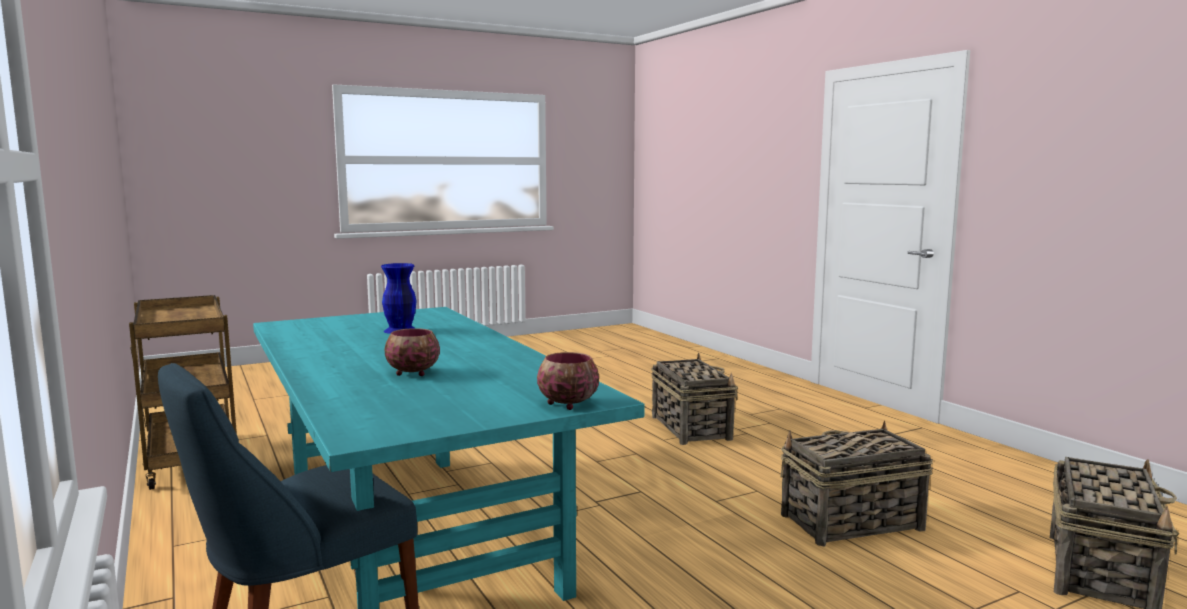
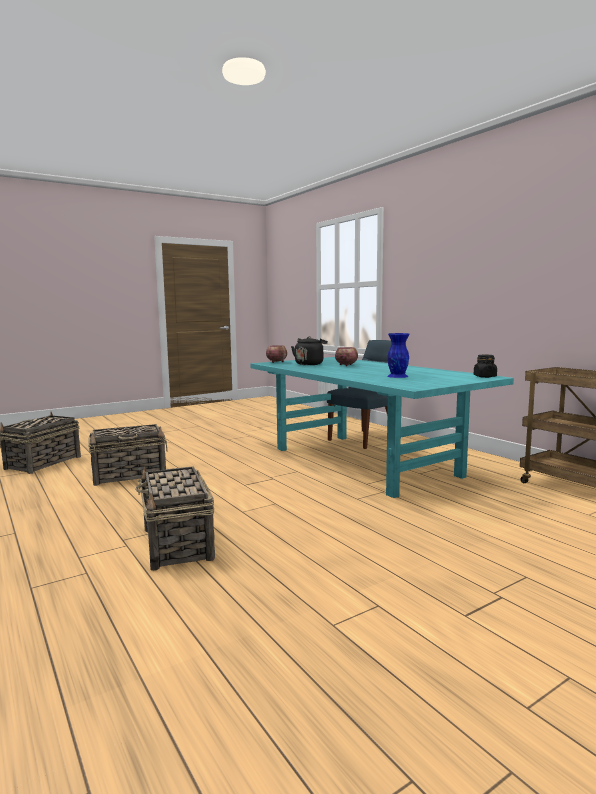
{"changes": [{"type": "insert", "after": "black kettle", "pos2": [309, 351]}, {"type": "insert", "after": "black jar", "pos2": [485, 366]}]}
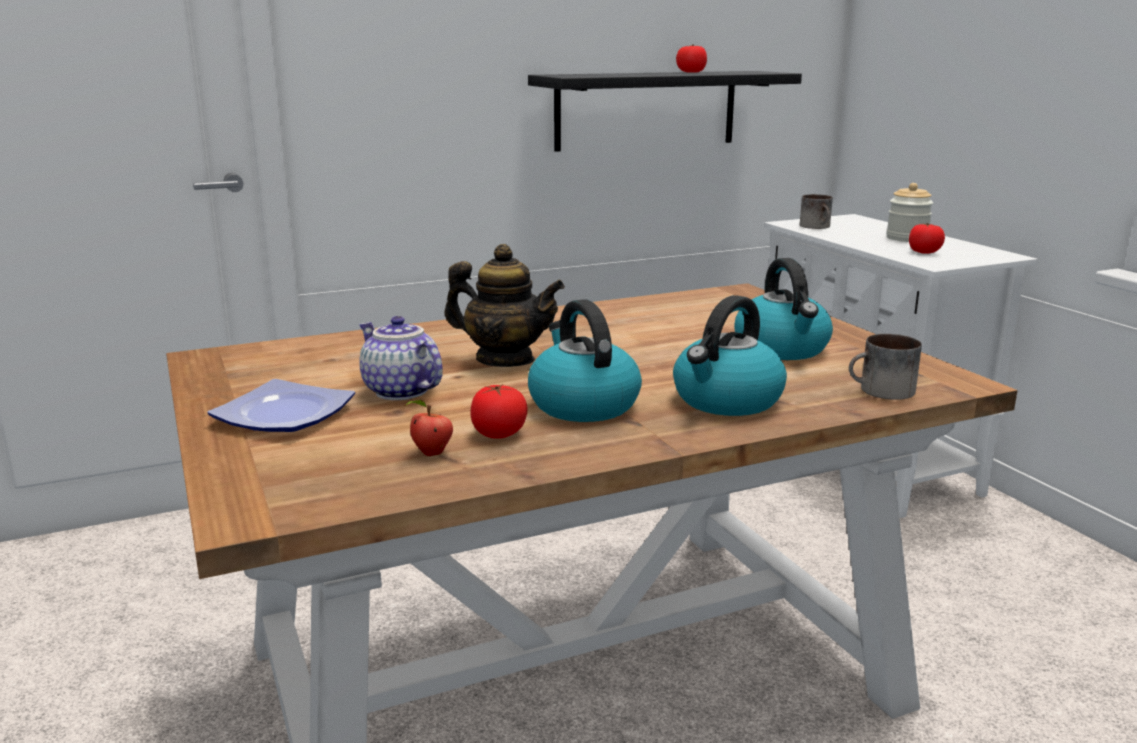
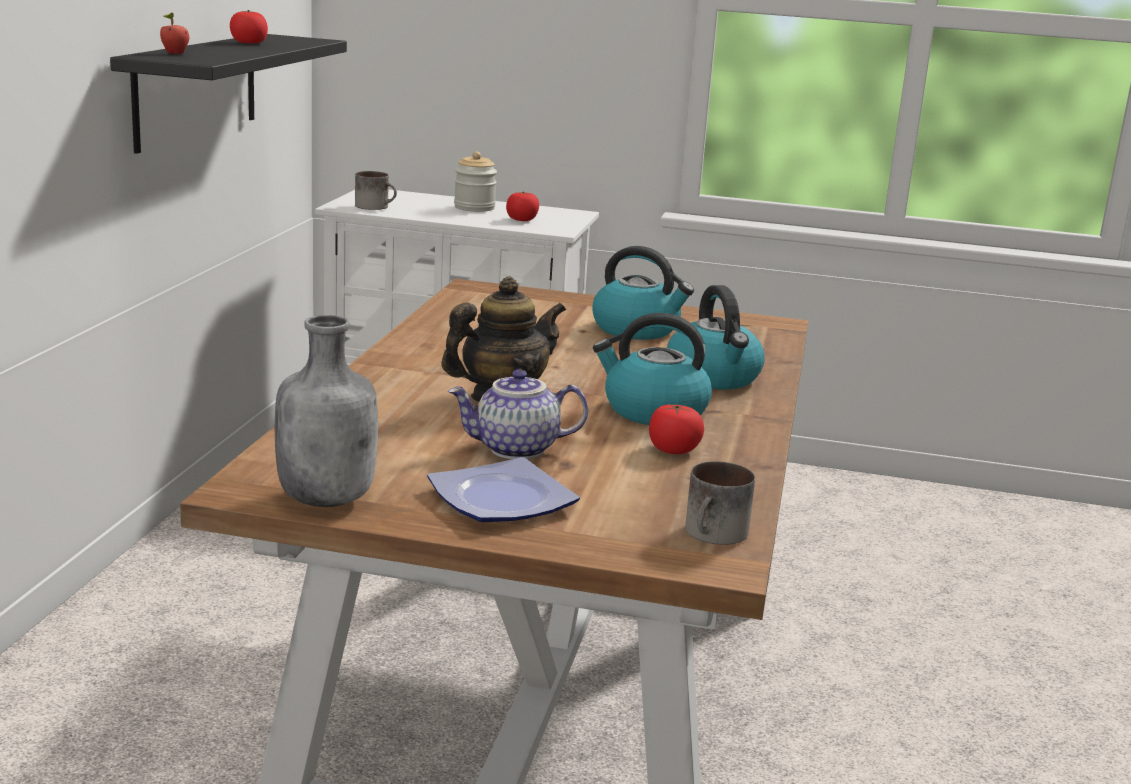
{"changes": [{"type": "move", "before": "apple", "pos1": [428, 428], "pos2": [174, 33]}, {"type": "move", "before": "mug", "pos1": [885, 367], "pos2": [720, 503]}, {"type": "insert", "after": "grey bottle", "pos2": [326, 411]}]}
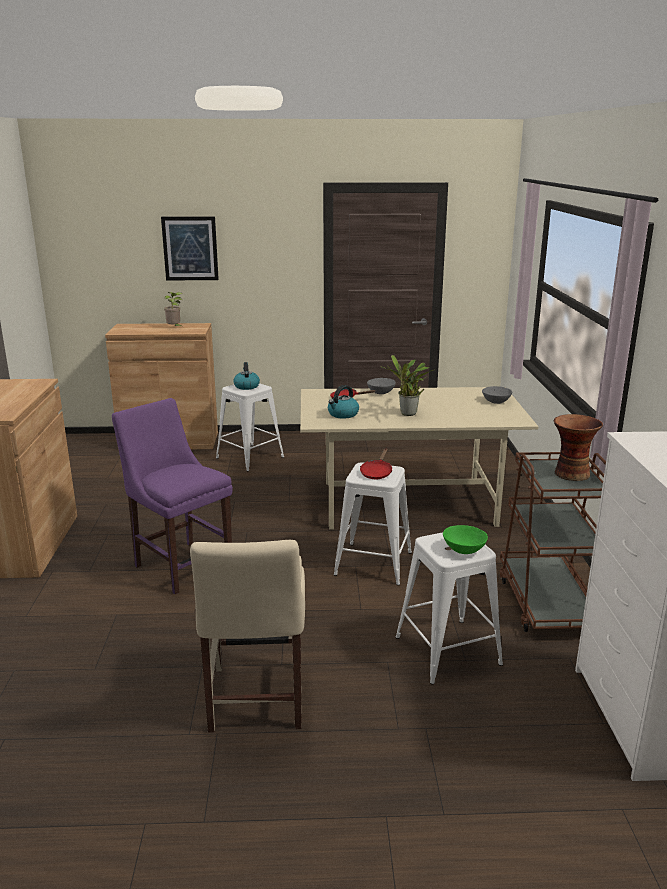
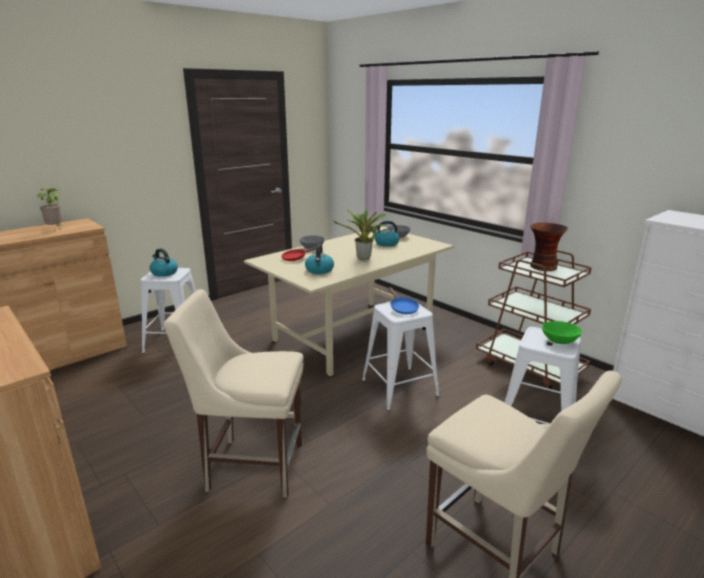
{"changes": [{"type": "recolor", "before": "purple chair", "after": "beige chair", "pos1": [172, 496], "pos2": [233, 393]}, {"type": "delete", "before": "picture", "pos1": [190, 248]}, {"type": "recolor", "before": "red frying pan", "after": "blue frying pan", "pos1": [376, 464], "pos2": [404, 300]}, {"type": "insert", "after": "kettle", "pos2": [385, 234]}]}
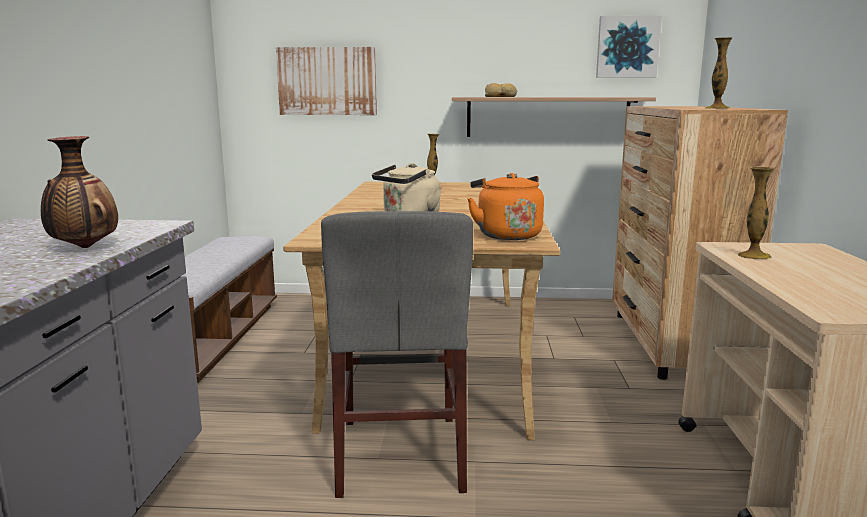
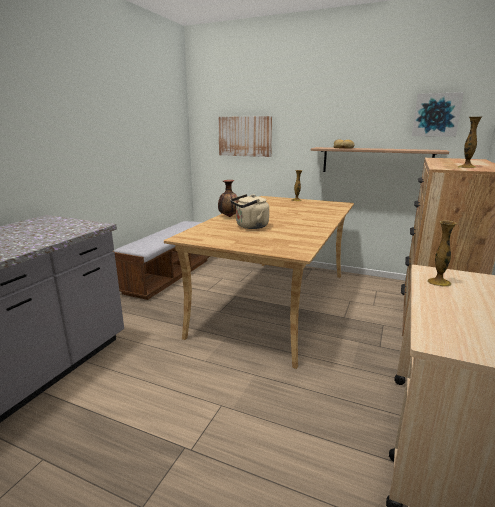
{"changes": [{"type": "move", "before": "vase", "pos1": [79, 192], "pos2": [228, 198]}, {"type": "delete", "before": "grey chair", "pos1": [397, 354]}, {"type": "delete", "before": "orange kettle", "pos1": [505, 206]}]}
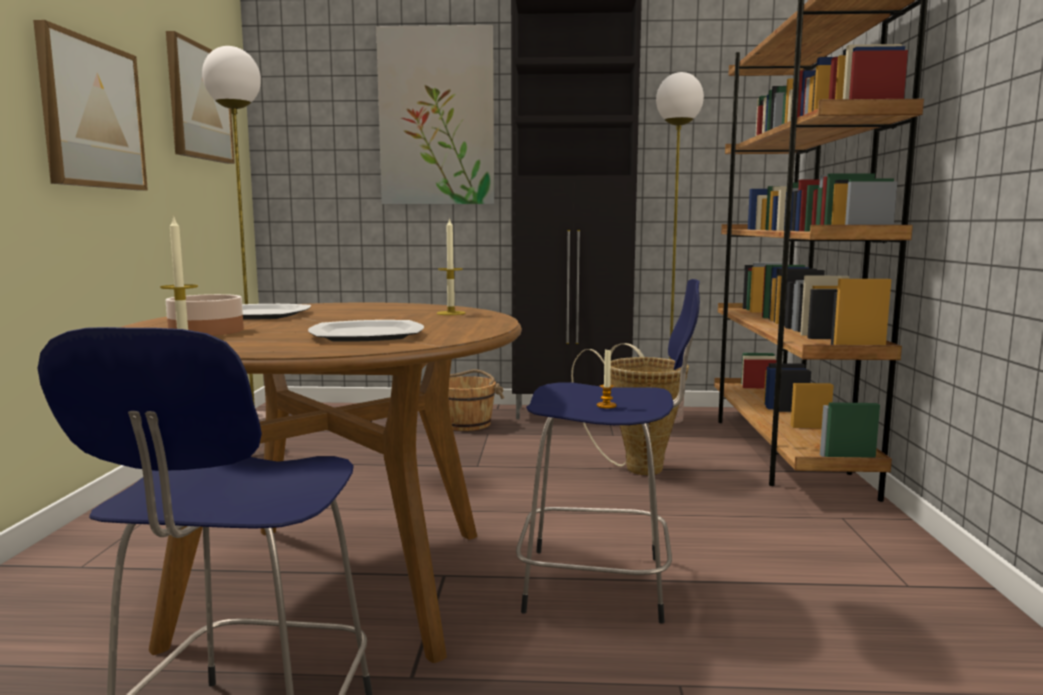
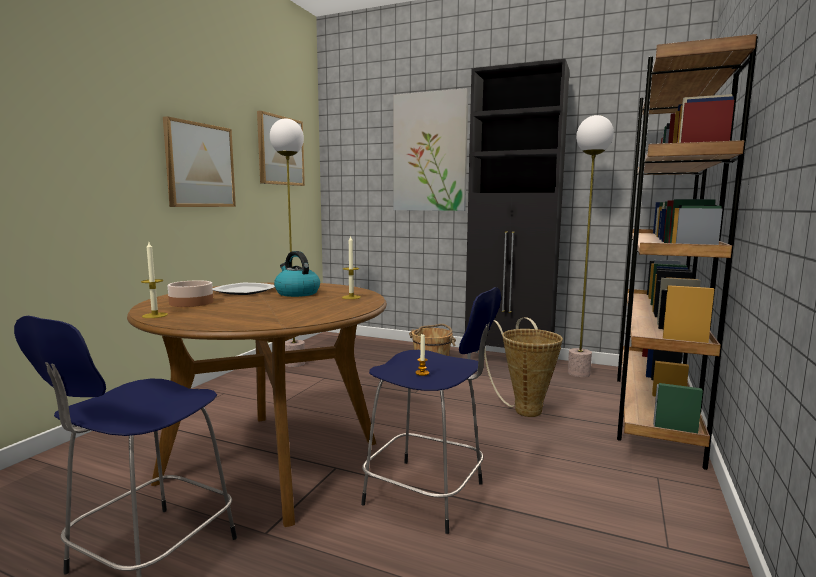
{"changes": [{"type": "delete", "before": "plate", "pos1": [366, 331]}, {"type": "insert", "after": "kettle", "pos2": [297, 274]}]}
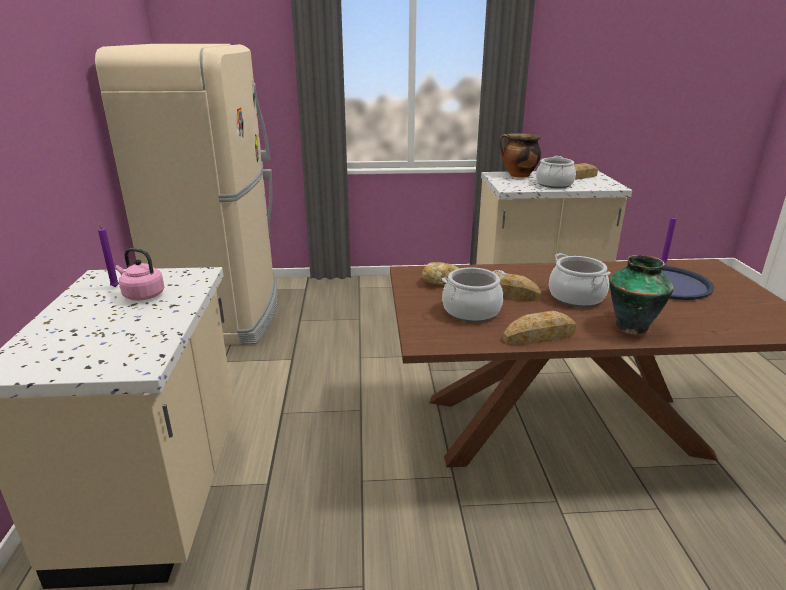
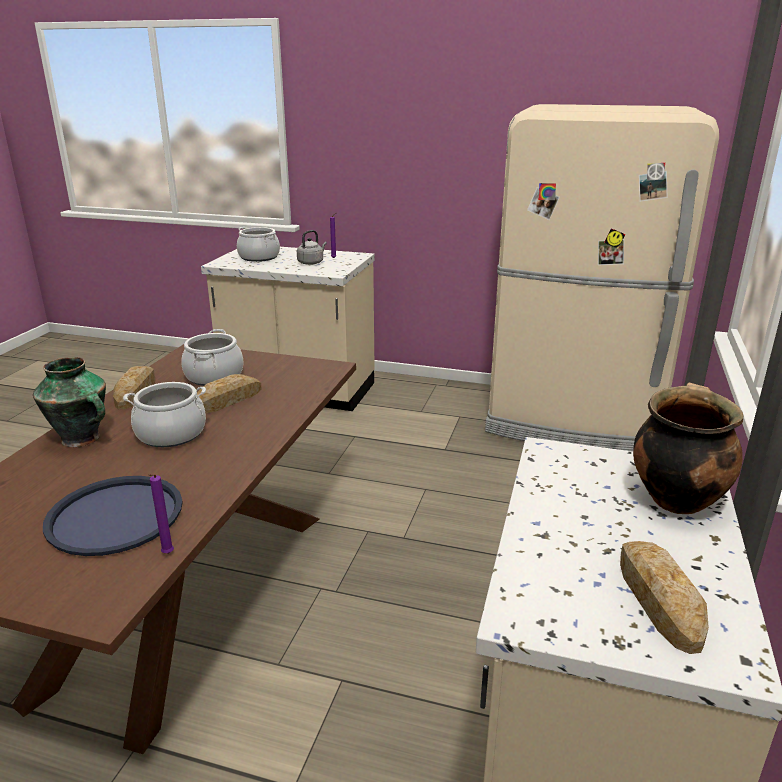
{"changes": [{"type": "recolor", "before": "pink kettle", "after": "grey kettle", "pos1": [139, 274], "pos2": [312, 247]}, {"type": "delete", "before": "bread", "pos1": [440, 273]}, {"type": "move", "before": "cooking pot", "pos1": [556, 172], "pos2": [258, 244]}]}
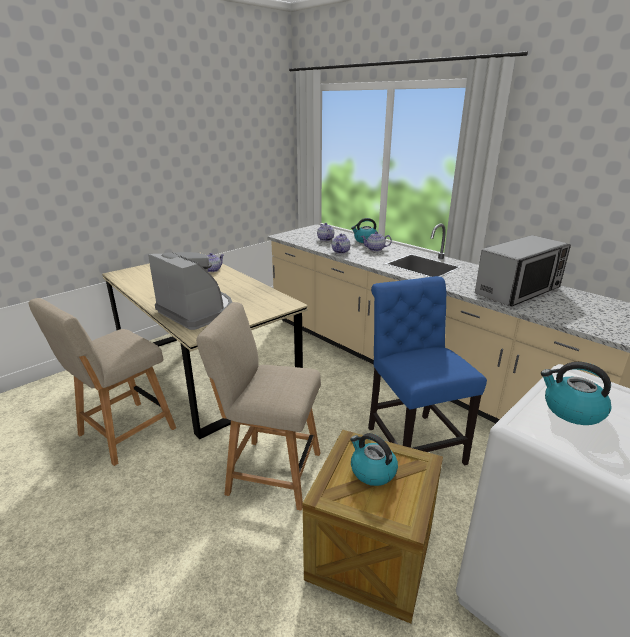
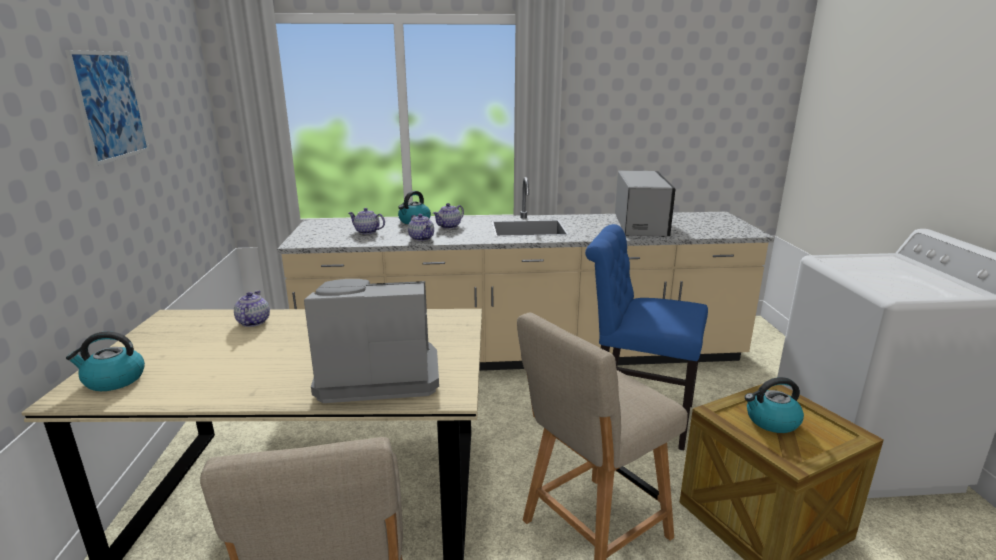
{"changes": [{"type": "move", "before": "kettle", "pos1": [576, 393], "pos2": [105, 361]}, {"type": "insert", "after": "picture", "pos2": [107, 108]}]}
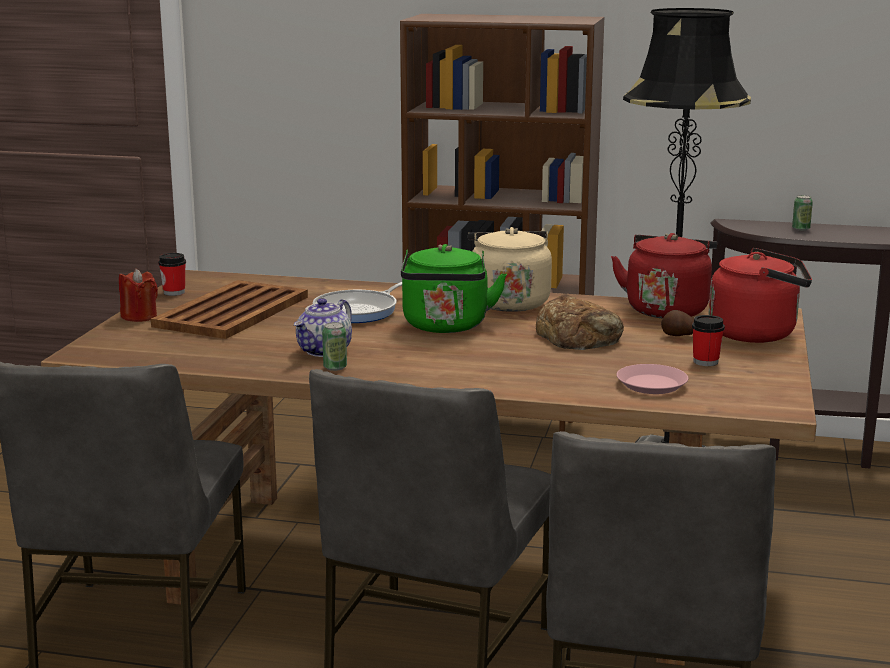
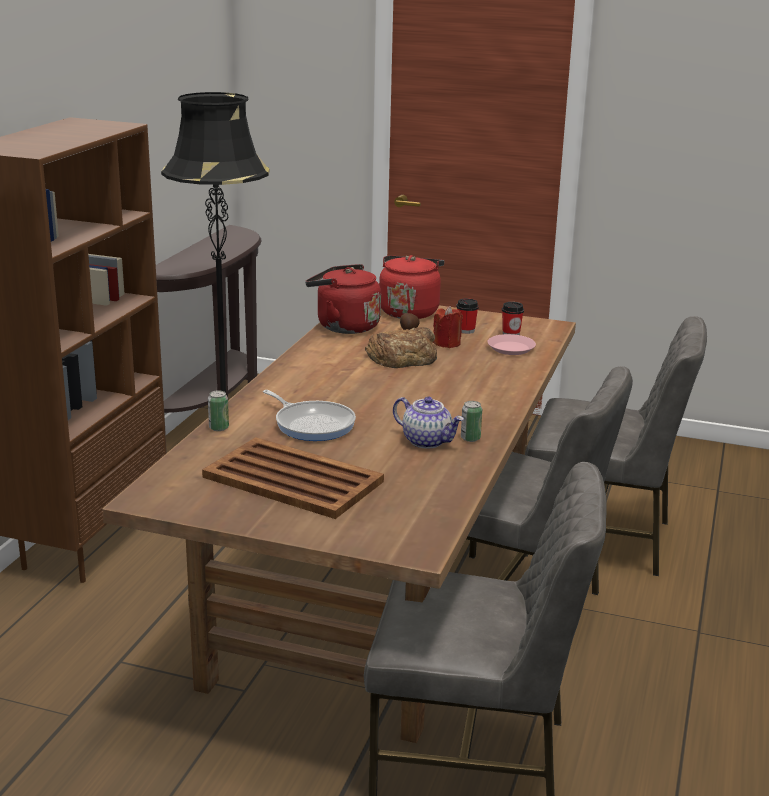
{"changes": [{"type": "move", "before": "red candle", "pos1": [138, 295], "pos2": [448, 327]}, {"type": "move", "before": "cup", "pos1": [172, 274], "pos2": [513, 318]}, {"type": "delete", "before": "green kettle", "pos1": [454, 288]}, {"type": "delete", "before": "beige kettle", "pos1": [510, 269]}, {"type": "move", "before": "can", "pos1": [802, 213], "pos2": [218, 410]}]}
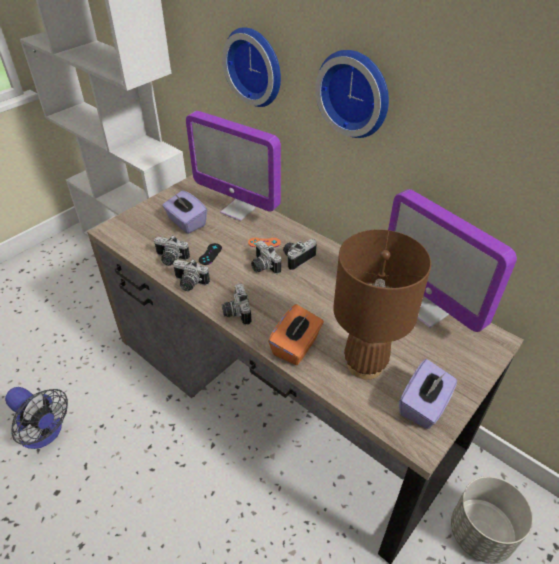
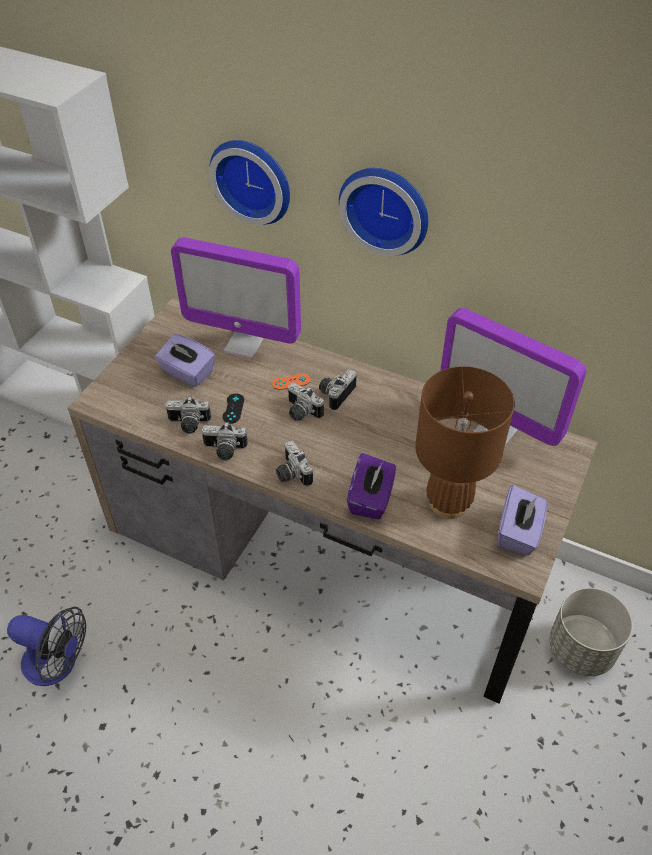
{"changes": [{"type": "recolor", "before": "orange tissue box", "after": "purple tissue box", "pos1": [296, 334], "pos2": [371, 486]}]}
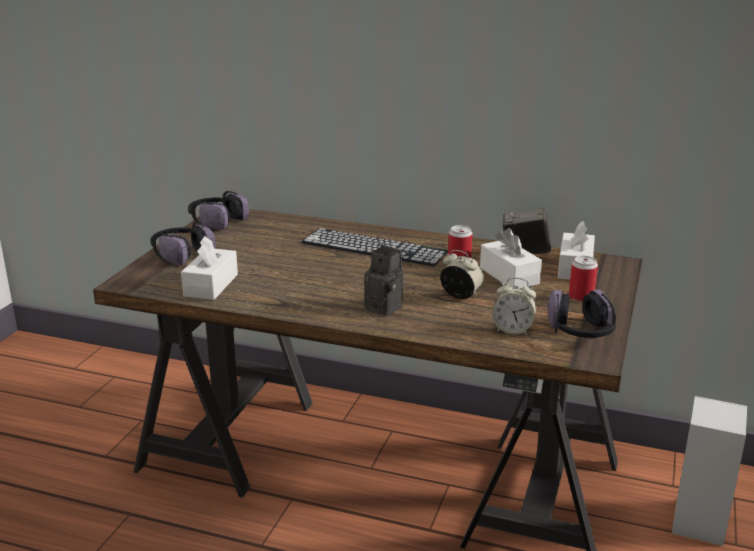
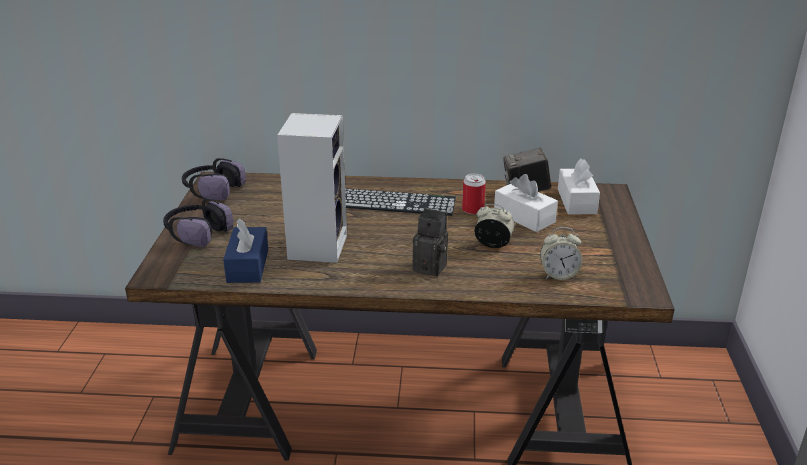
{"changes": [{"type": "recolor", "before": "white tissue box", "after": "blue tissue box", "pos1": [209, 268], "pos2": [245, 250]}, {"type": "delete", "before": "headphones", "pos1": [581, 314]}, {"type": "delete", "before": "can", "pos1": [583, 279]}, {"type": "move", "before": "speaker", "pos1": [710, 471], "pos2": [312, 188]}]}
